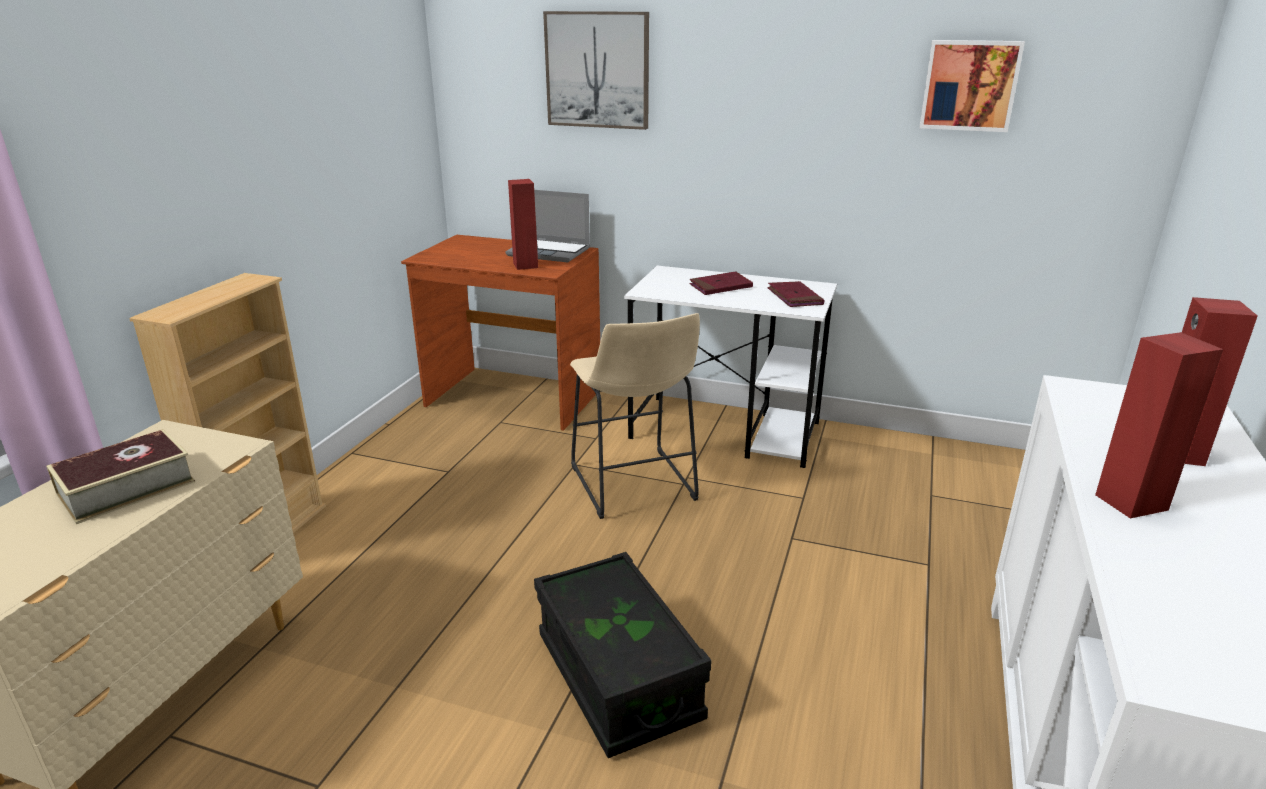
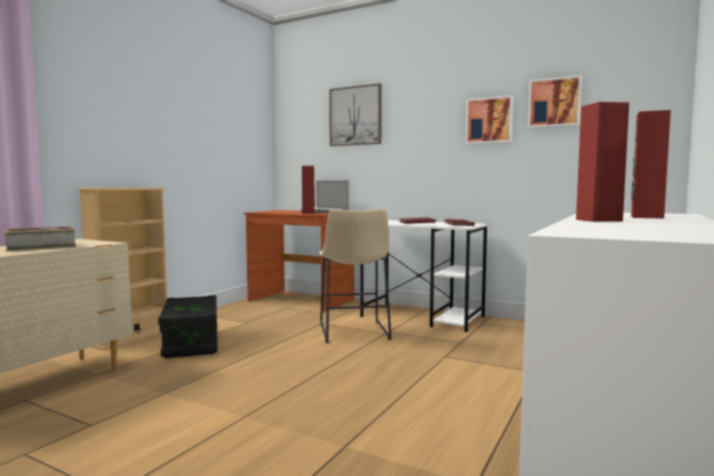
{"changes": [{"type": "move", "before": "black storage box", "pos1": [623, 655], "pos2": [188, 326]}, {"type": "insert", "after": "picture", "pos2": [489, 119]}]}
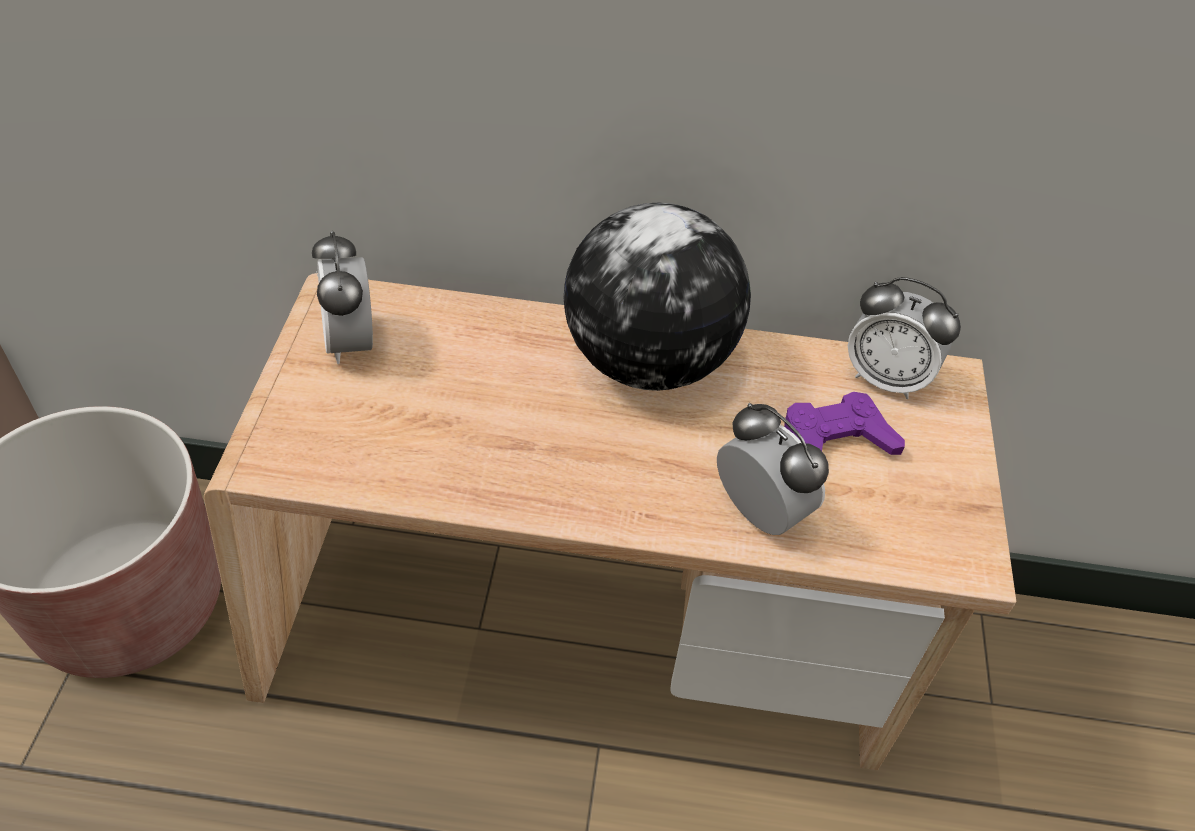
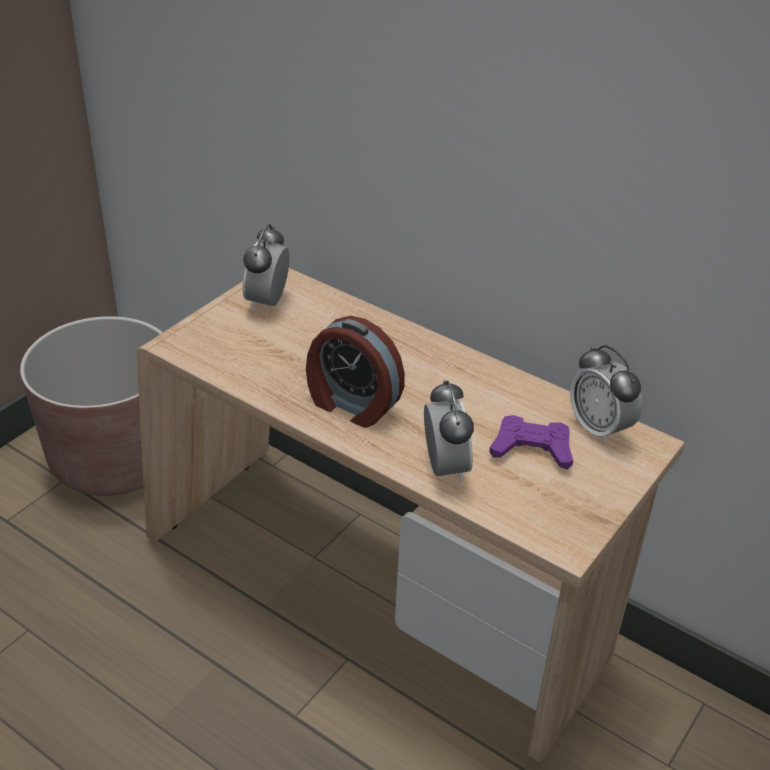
{"changes": [{"type": "delete", "before": "globe", "pos1": [657, 296]}, {"type": "insert", "after": "alarm clock", "pos2": [355, 372]}]}
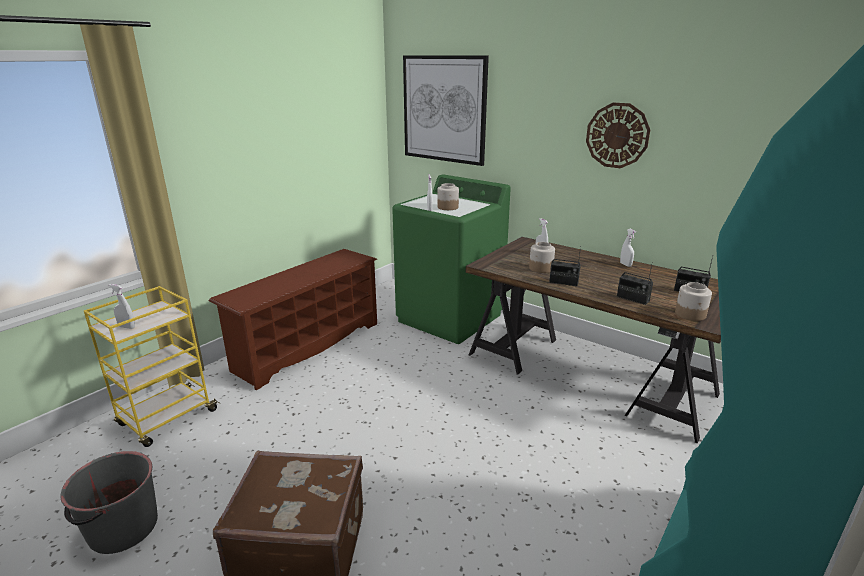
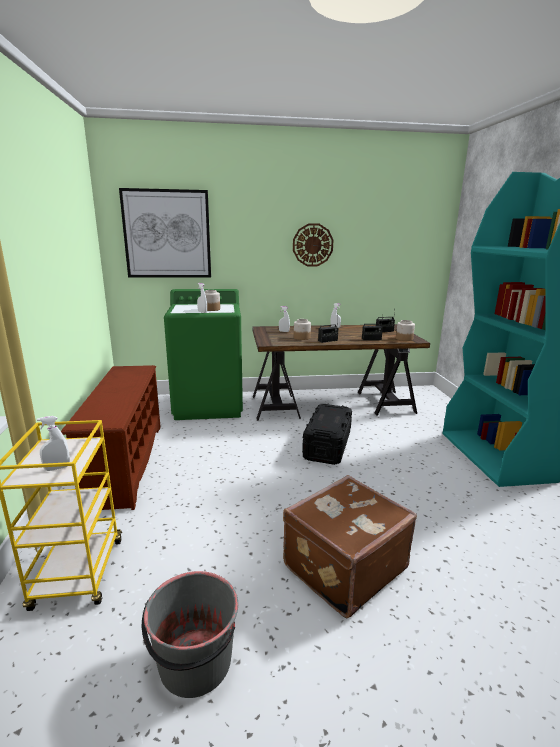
{"changes": [{"type": "insert", "after": "black storage box", "pos2": [327, 434]}]}
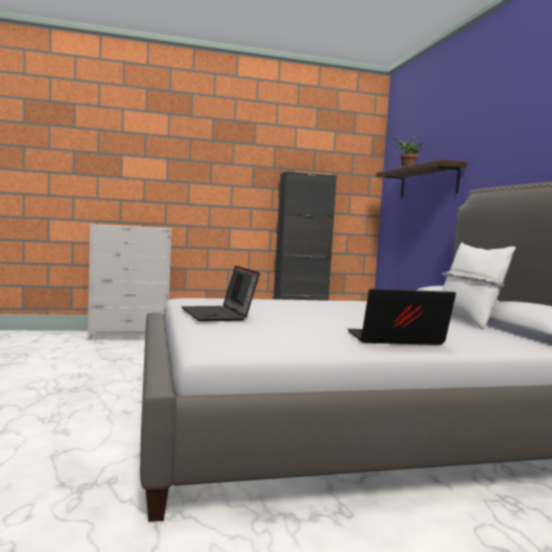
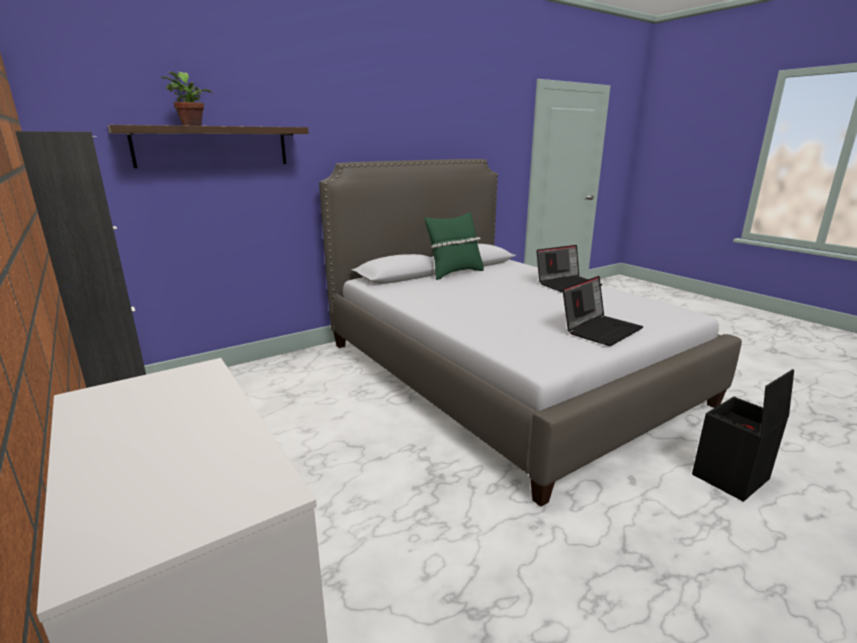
{"changes": [{"type": "rotate", "before": "laptop", "pos1": [402, 317], "pos2": [569, 269], "turn": -90}, {"type": "recolor", "before": "white pillow", "after": "green pillow", "pos1": [479, 286], "pos2": [454, 246]}, {"type": "insert", "after": "black storage box", "pos2": [743, 435]}]}
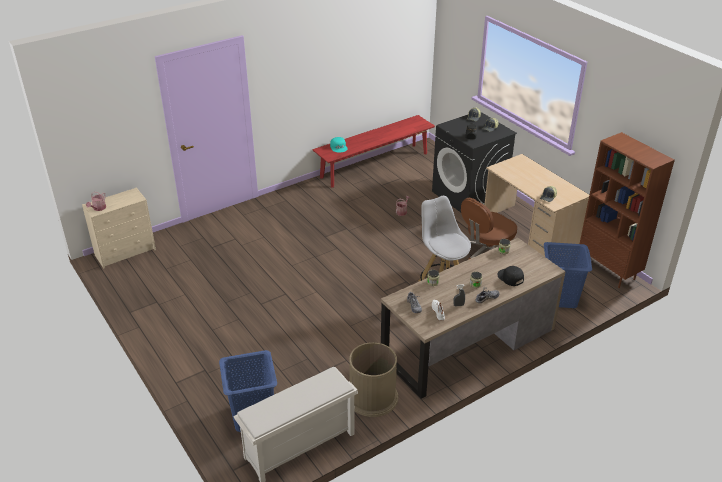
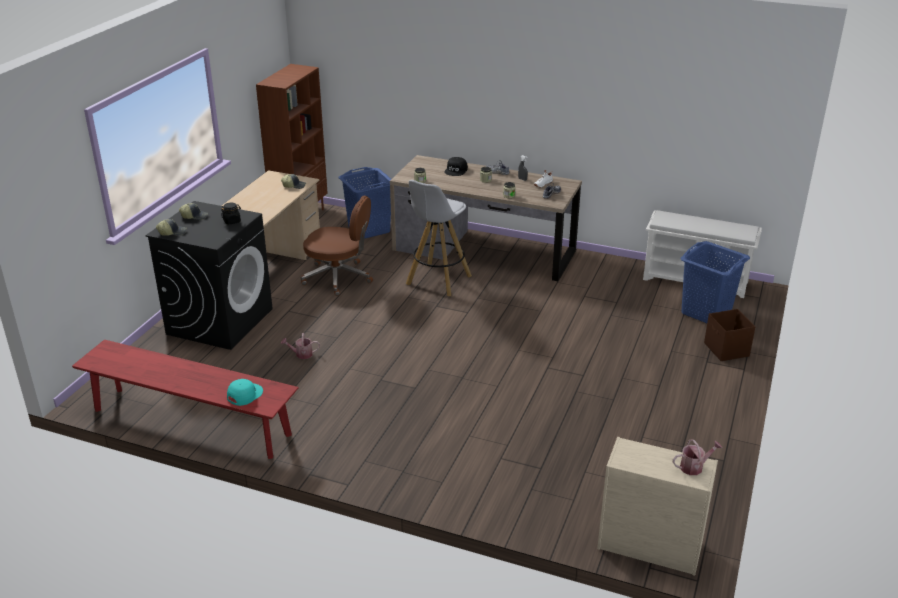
{"changes": [{"type": "delete", "before": "brown trash can", "pos1": [374, 379]}, {"type": "insert", "after": "brown storage box", "pos2": [729, 335]}]}
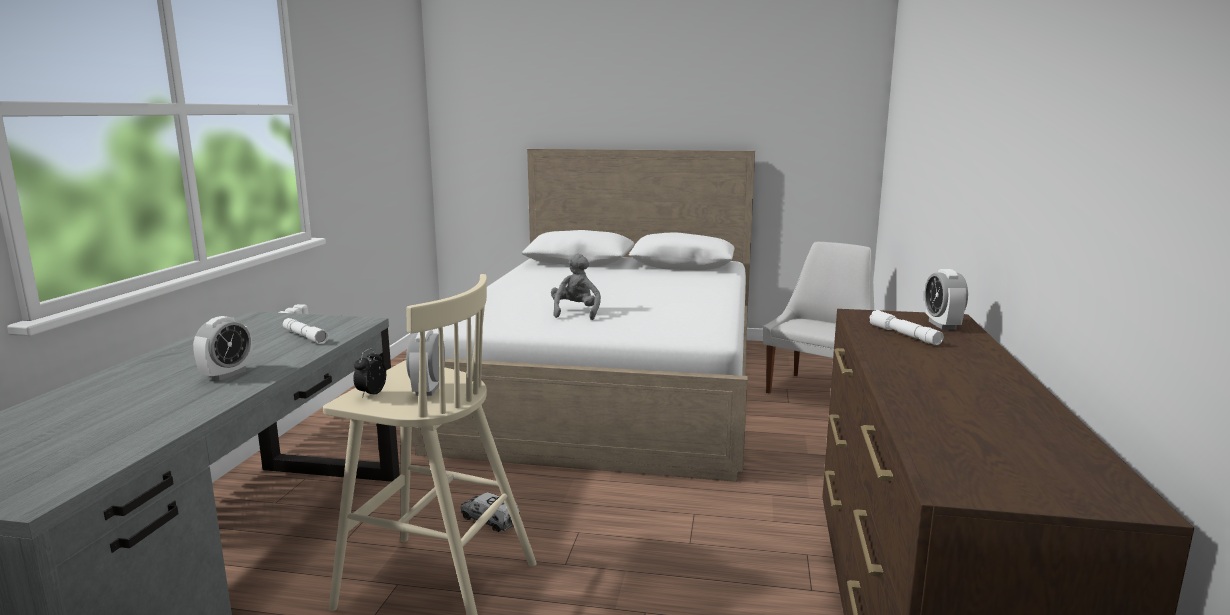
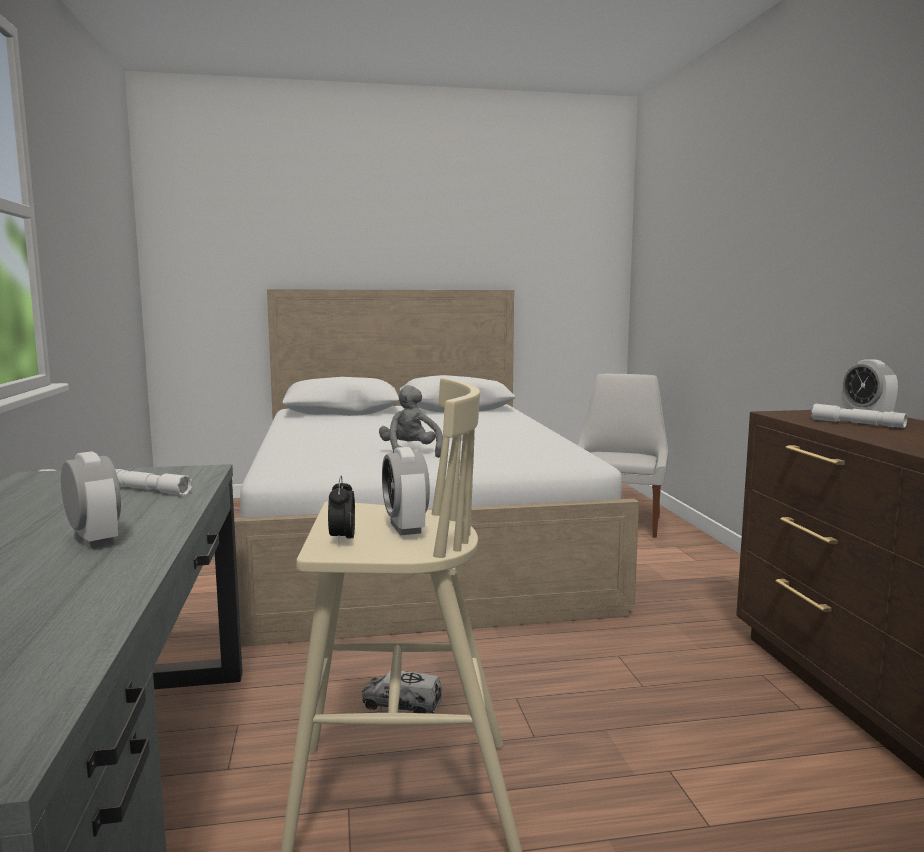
{"changes": [{"type": "rotate", "before": "alarm clock", "pos1": [223, 348], "pos2": [91, 500], "turn": -45}]}
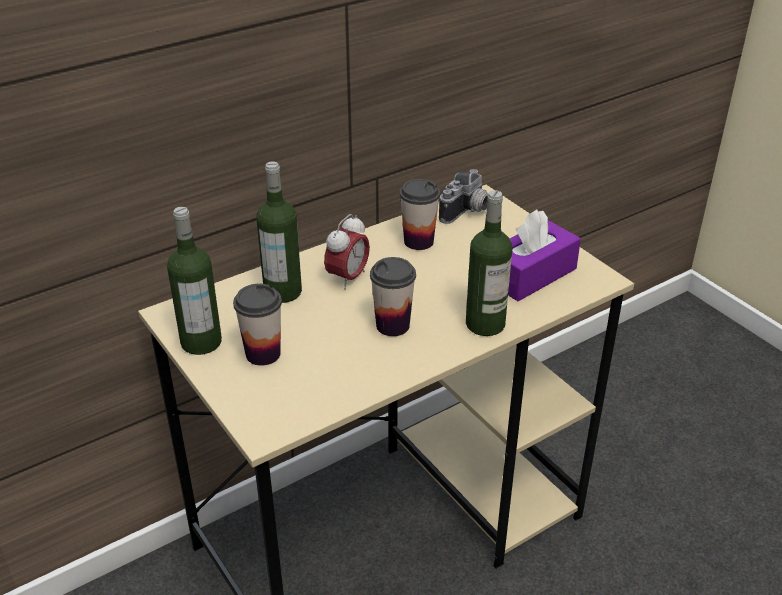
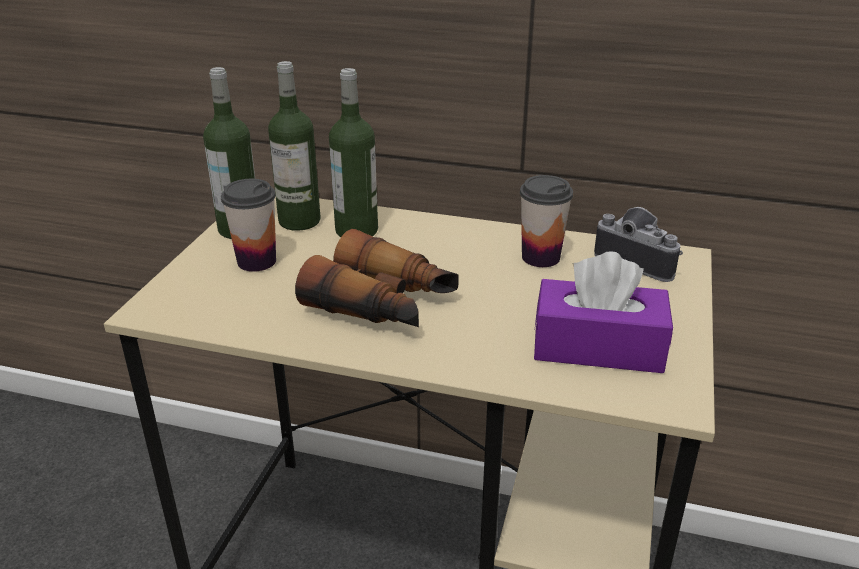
{"changes": [{"type": "delete", "before": "alarm clock", "pos1": [347, 252]}, {"type": "replace", "before": "cup", "after": "binoculars", "pos1": [393, 296], "pos2": [377, 278]}, {"type": "rotate", "before": "photo camera", "pos1": [463, 196], "pos2": [638, 244], "turn": -135}, {"type": "move", "before": "bottle", "pos1": [489, 263], "pos2": [294, 146]}]}
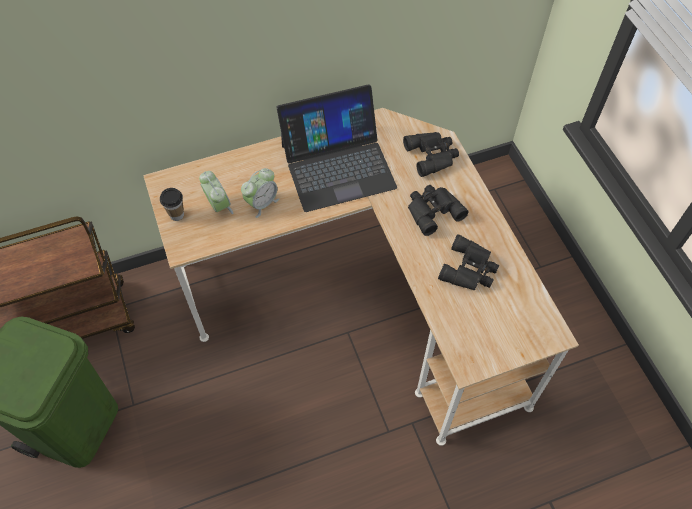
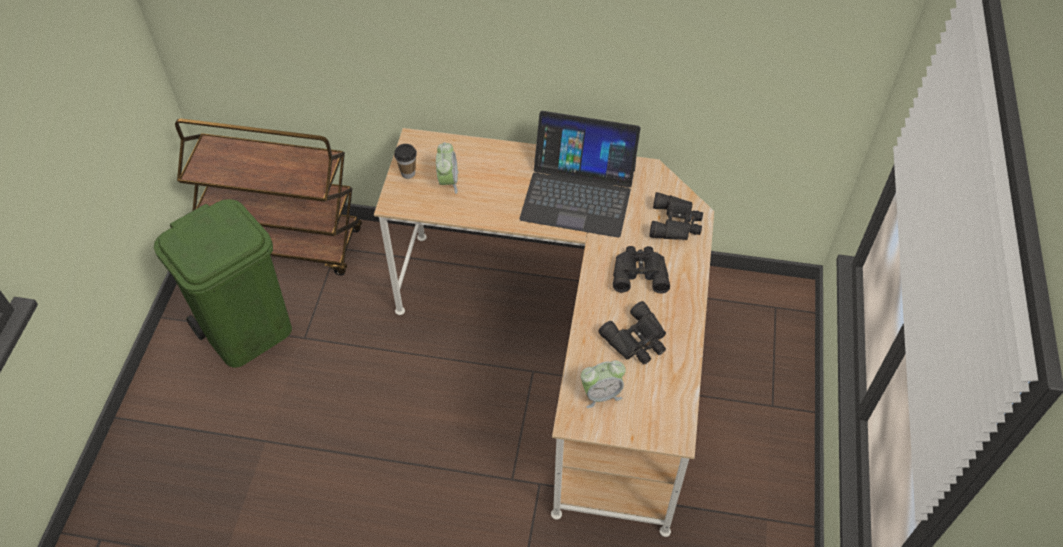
{"changes": [{"type": "move", "before": "alarm clock", "pos1": [260, 193], "pos2": [603, 384]}]}
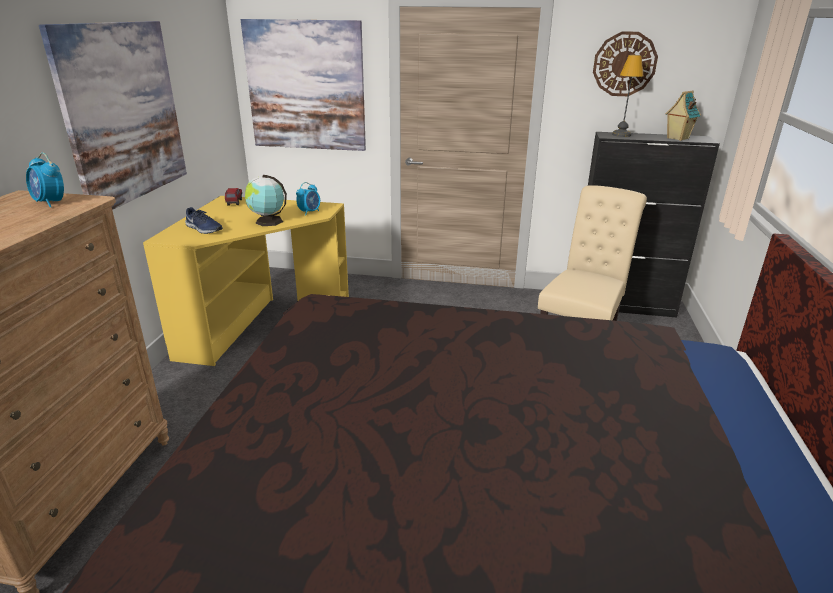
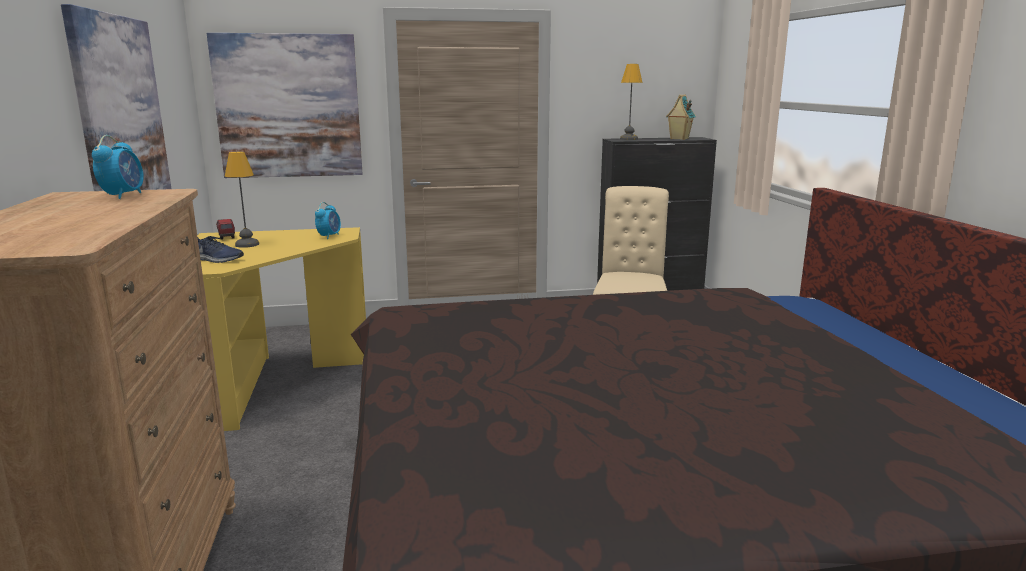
{"changes": [{"type": "rotate", "before": "alarm clock", "pos1": [45, 179], "pos2": [118, 167], "turn": -105}, {"type": "delete", "before": "globe", "pos1": [266, 200]}, {"type": "delete", "before": "wall clock", "pos1": [625, 63]}, {"type": "insert", "after": "table lamp", "pos2": [242, 200]}]}
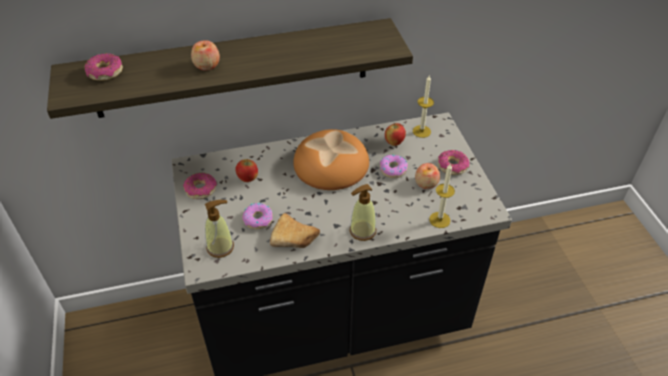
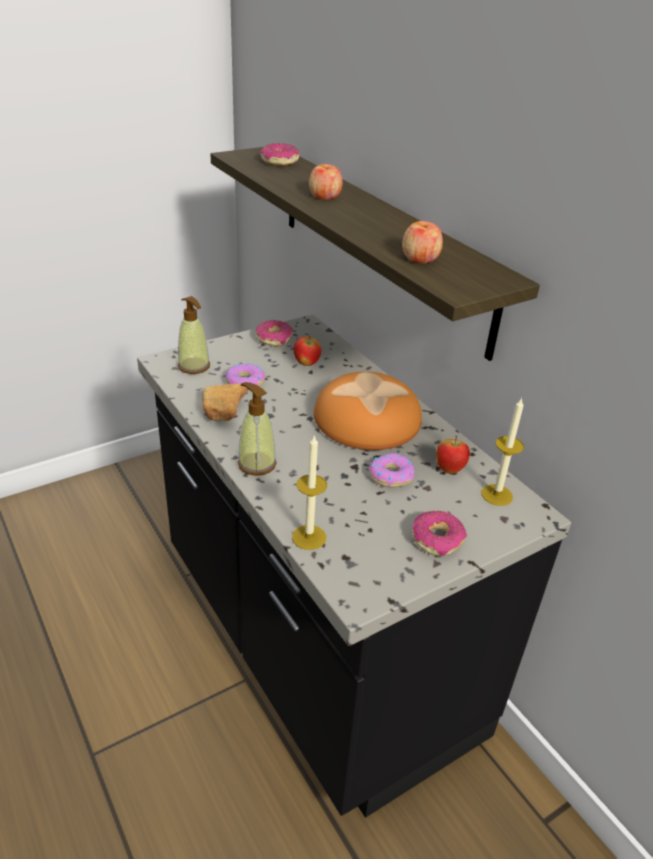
{"changes": [{"type": "move", "before": "apple", "pos1": [427, 176], "pos2": [422, 242]}]}
